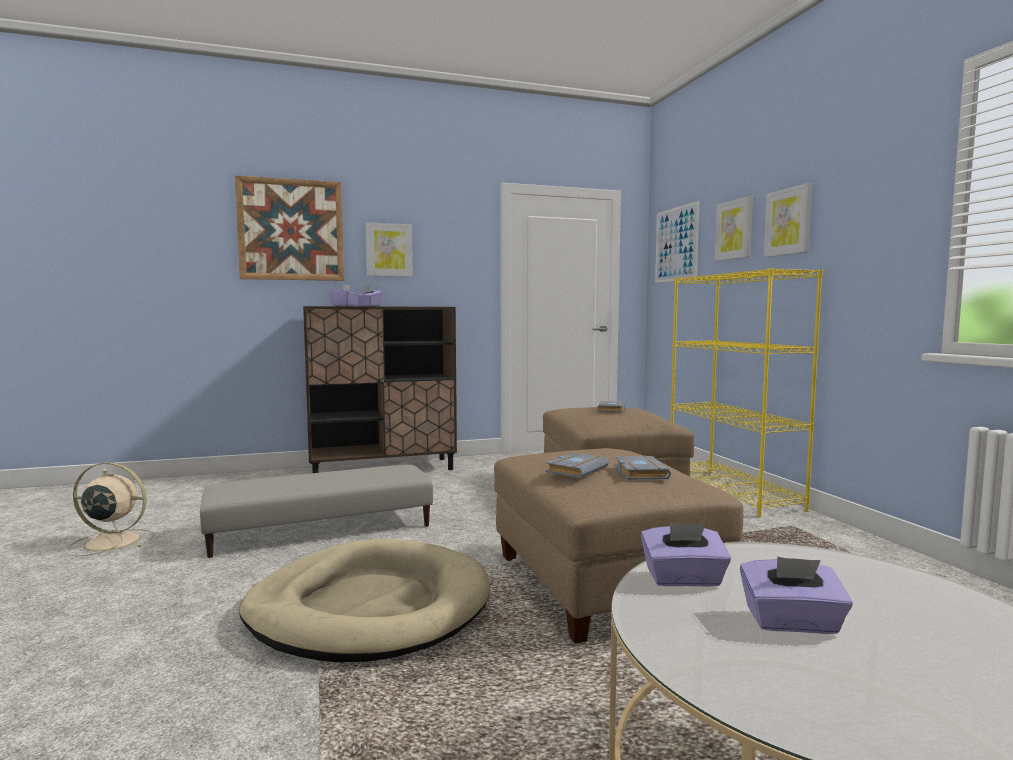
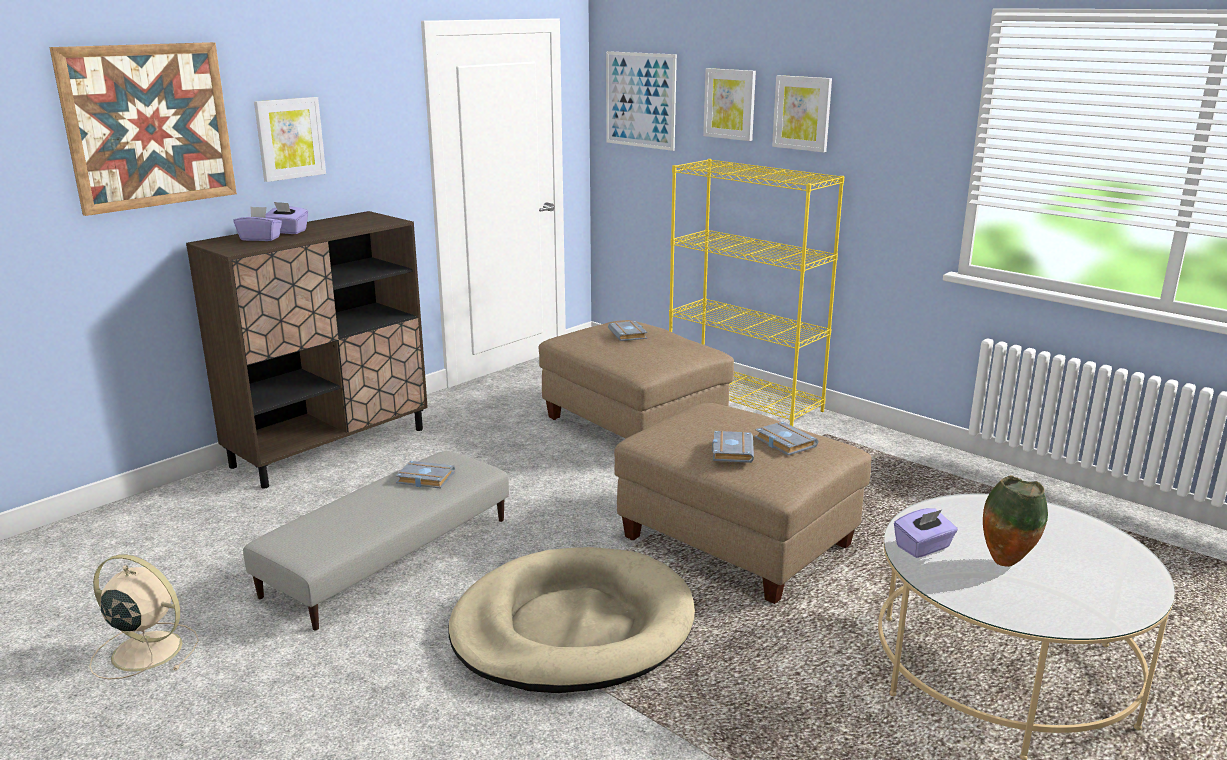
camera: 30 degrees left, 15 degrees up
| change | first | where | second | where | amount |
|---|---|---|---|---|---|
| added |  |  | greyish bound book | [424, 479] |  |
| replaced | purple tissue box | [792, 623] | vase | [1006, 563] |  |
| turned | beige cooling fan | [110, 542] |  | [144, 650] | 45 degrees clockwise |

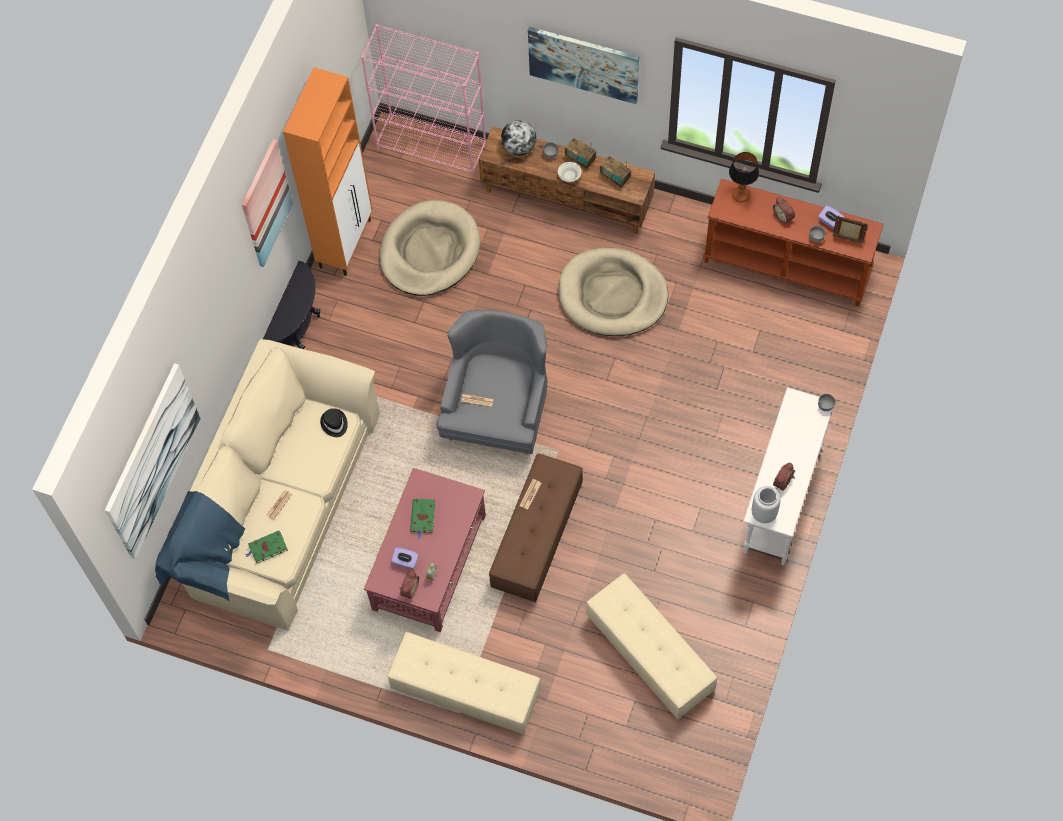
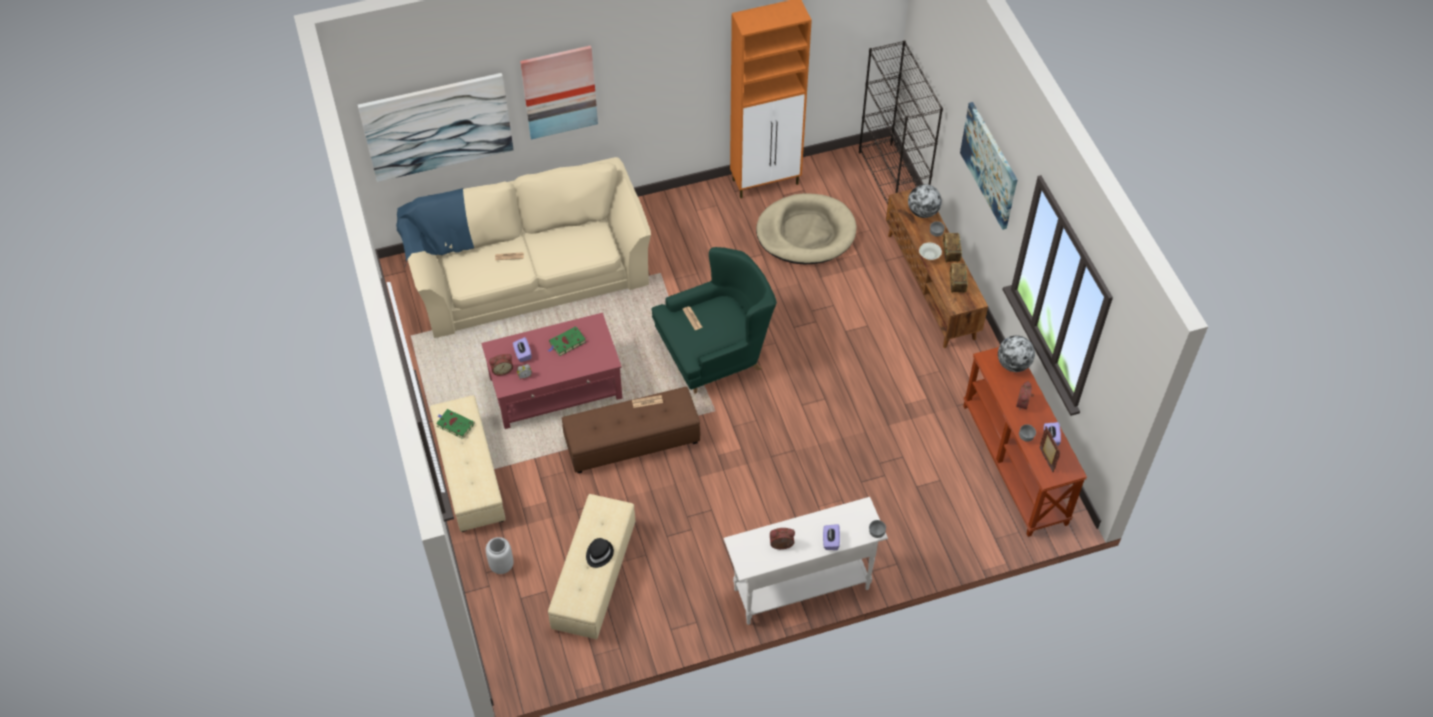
camera: 50 degrees right, 10 degrees down
| change | first | where | second | where | amount |
|---|---|---|---|---|---|
| removed | black end table | [299, 330] |  |  |  |
| removed | beige pet bed | [612, 295] |  |  |  |
| added |  |  | purple tissue box | [830, 541] |  |
| moved | picture | [265, 203] |  | [559, 91] |  |
| moved | green-coloured bound book | [267, 548] |  | [454, 425] |  |
| moved | black hat | [334, 424] |  | [599, 554] |  |
| moved | greyish vase | [764, 512] |  | [502, 565] |  |
| replaced | lamp for a table | [741, 195] | globe | [1013, 364] |  |
| recoloured | pink-coloured bookshelf | [432, 146] | black bookshelf | [892, 181] |  |
| recoloured | greyish easy chair | [498, 409] | green-coloured easy chair | [715, 352] |  |

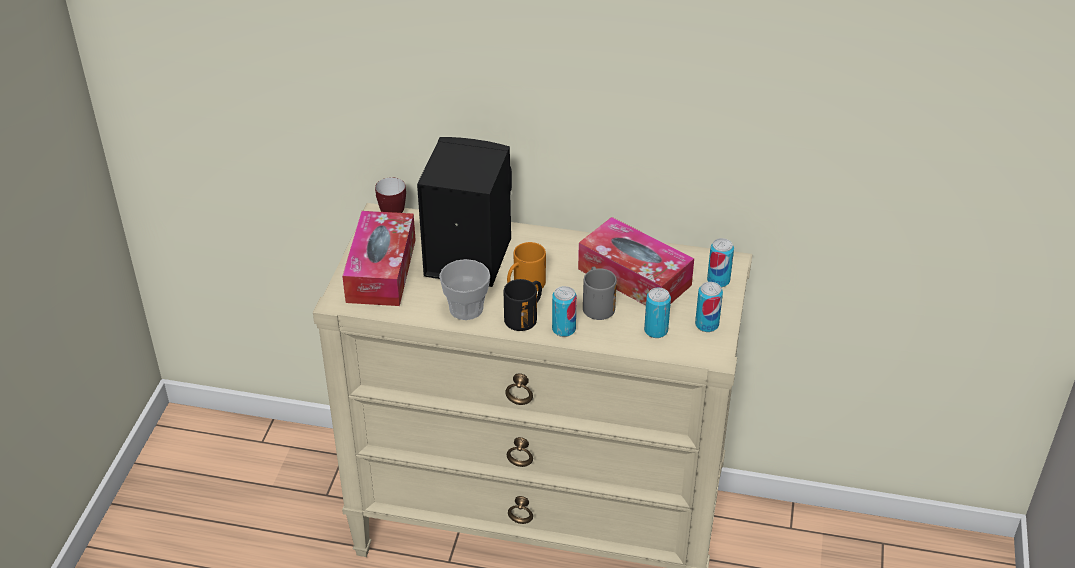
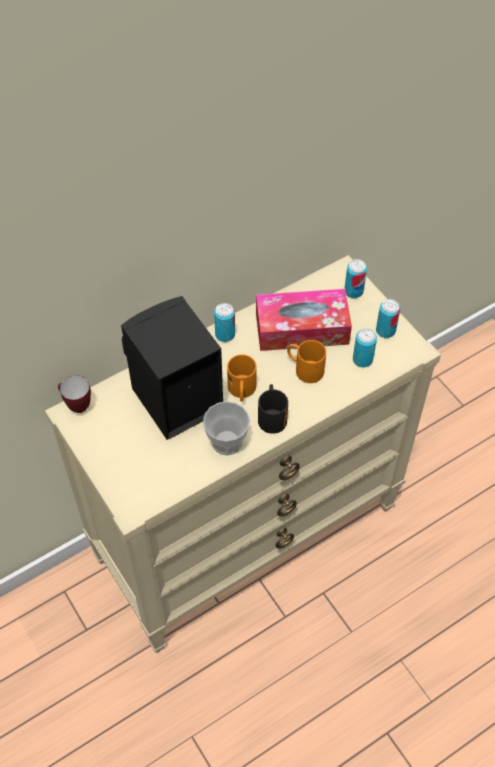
camera: 45 degrees left, 15 degrees up
| change | first | where | second | where | amount |
|---|---|---|---|---|---|
| removed | tissue box | [381, 270] |  |  |  |
| moved | sealed can | [563, 329] |  | [225, 334] |  |
| recoloured | greyish coffee mug | [596, 304] | orange-coloured coffee mug | [304, 369] |  |

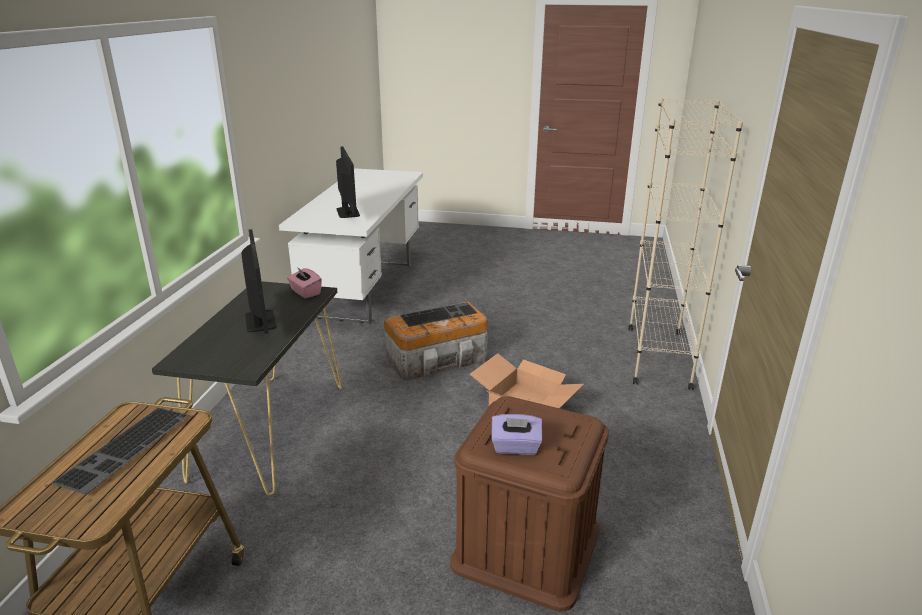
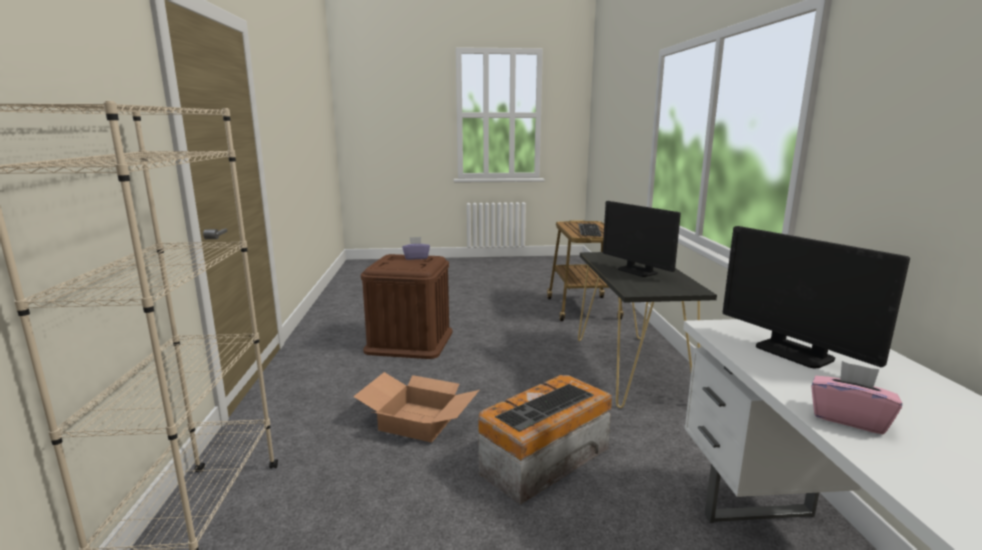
camera: 165 degrees right, 10 degrees down
| change | first | where | second | where | amount |
|---|---|---|---|---|---|
| moved | pink-coloured tissue box | [305, 292] |  | [849, 418] |  |

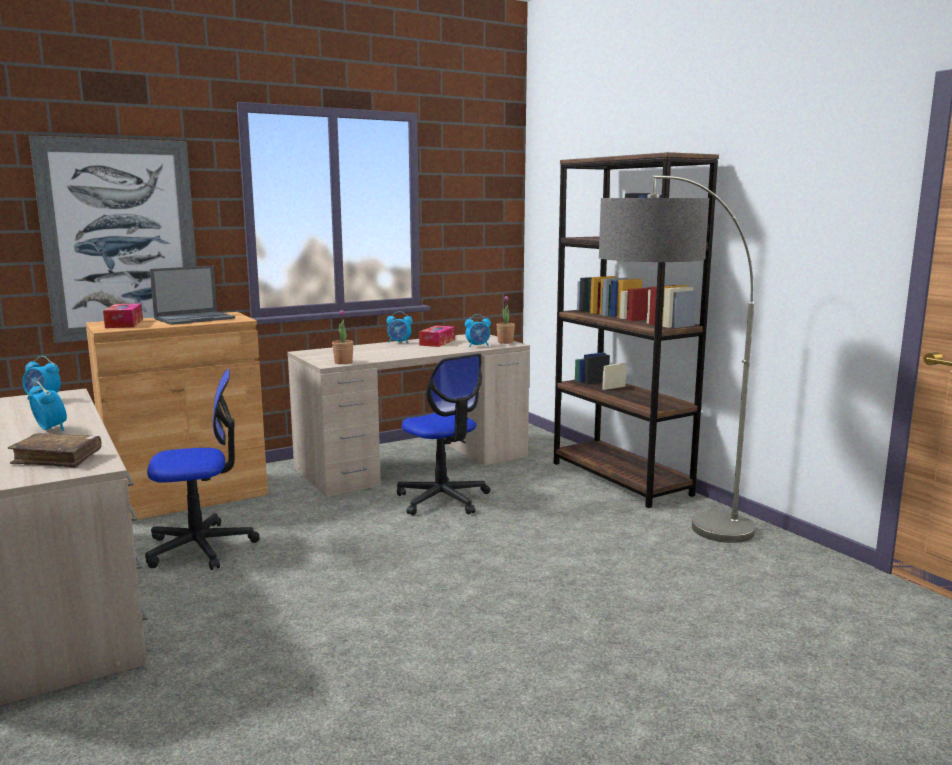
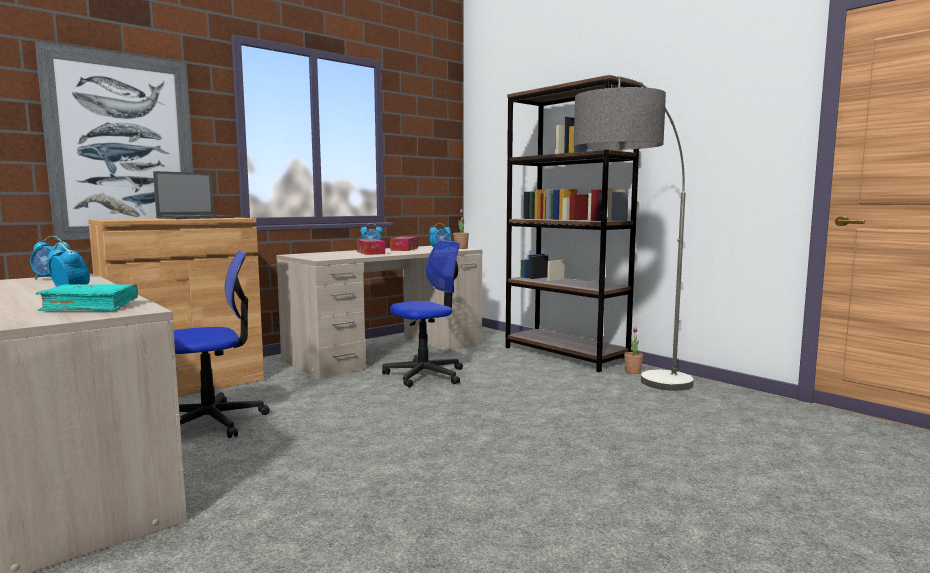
camera: 10 degrees left, 5 degrees down
| change | first | where | second | where | amount |
|---|---|---|---|---|---|
| moved | tissue box | [124, 323] |  | [370, 253] |  |
| moved | potted plant | [343, 362] |  | [633, 372] |  |
| recoloured | brownish bound book | [57, 459] | blue-green bound book | [90, 307] |  |
| turned | desk chair | [443, 499] |  | [425, 375] | 75 degrees counterclockwise |

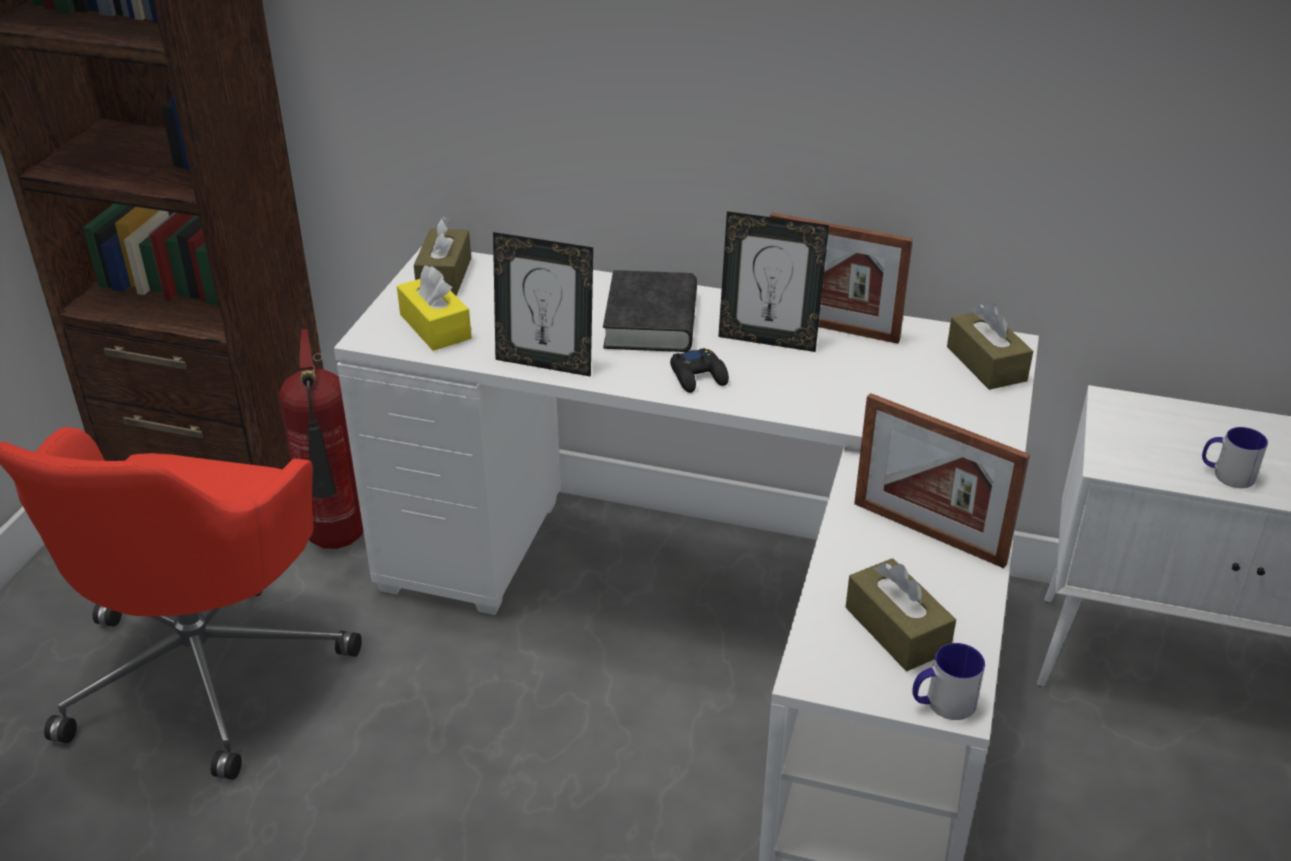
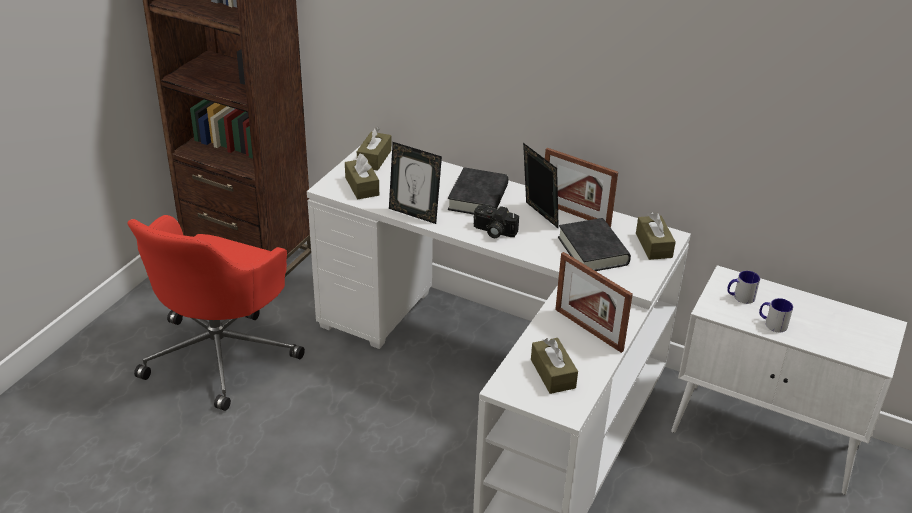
camera: 10 degrees right, 0 degrees up
| change | first | where | second | where | amount |
|---|---|---|---|---|---|
| removed | extinguisher | [338, 542] |  |  |  |
| added |  |  | black bound book | [593, 251] |  |
| moved | coffee mug | [942, 703] |  | [740, 297] |  |
| replaced | black joypad | [699, 376] | photo camera | [493, 231] |  |
| recoloured | yellowish tissue box | [435, 326] | brownish tissue box | [362, 186] |  |
| turned | standing frame | [768, 340] |  | [538, 216] | 150 degrees counterclockwise |

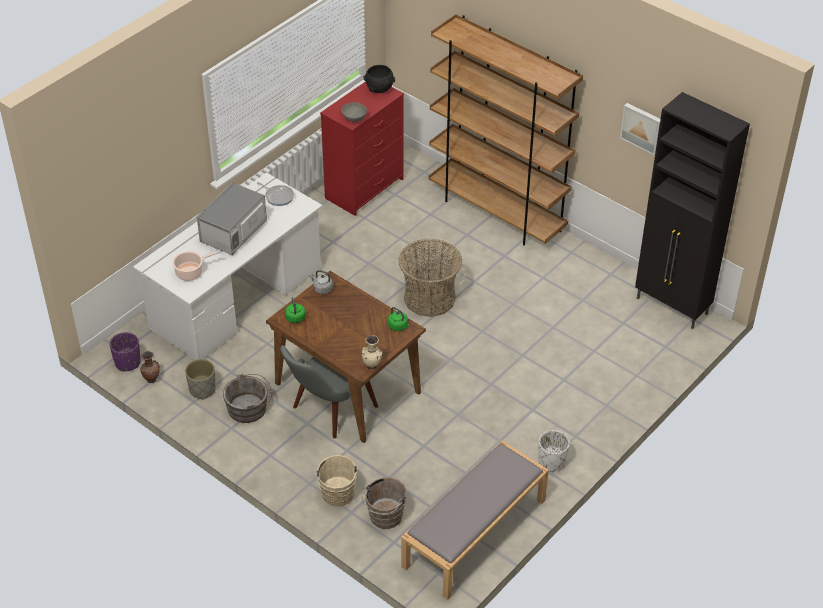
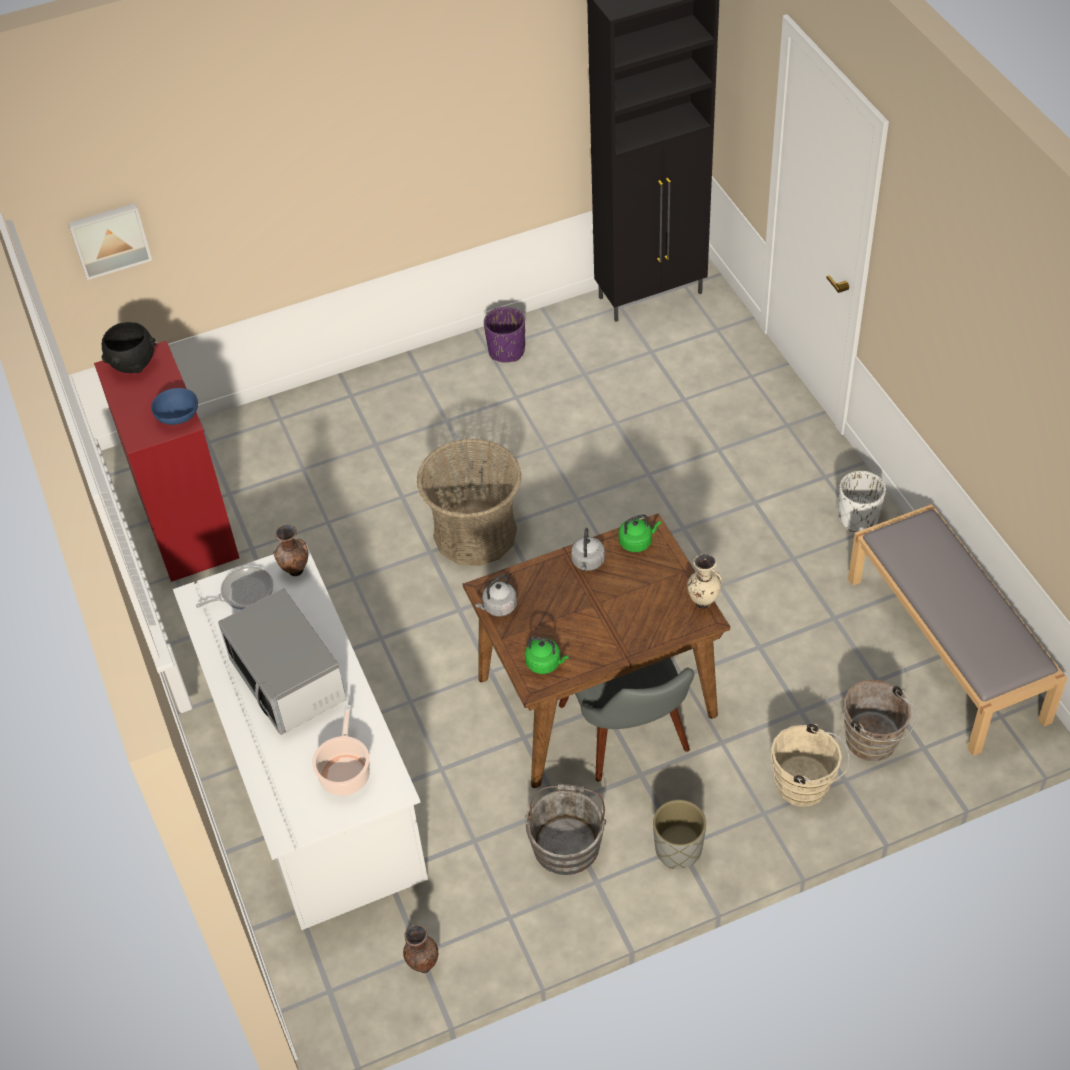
camera: 60 degrees left, 5 degrees up
| change | first | where | second | where | amount |
|---|---|---|---|---|---|
| removed | brownish bookshelf | [497, 213] |  |  |  |
| added |  |  | brownish vase | [295, 572] |  |
| added |  |  | greyish kettle | [588, 562] |  |
| moved | purple flower pot | [127, 362] |  | [506, 351] |  |
| moved | greyish flower pot | [202, 390] |  | [678, 850] |  |
| moved | picture | [642, 127] |  | [109, 239] |  |
| recoloured | greyish deep dish | [354, 118] | blue-coloured deep dish | [178, 417] |  |

